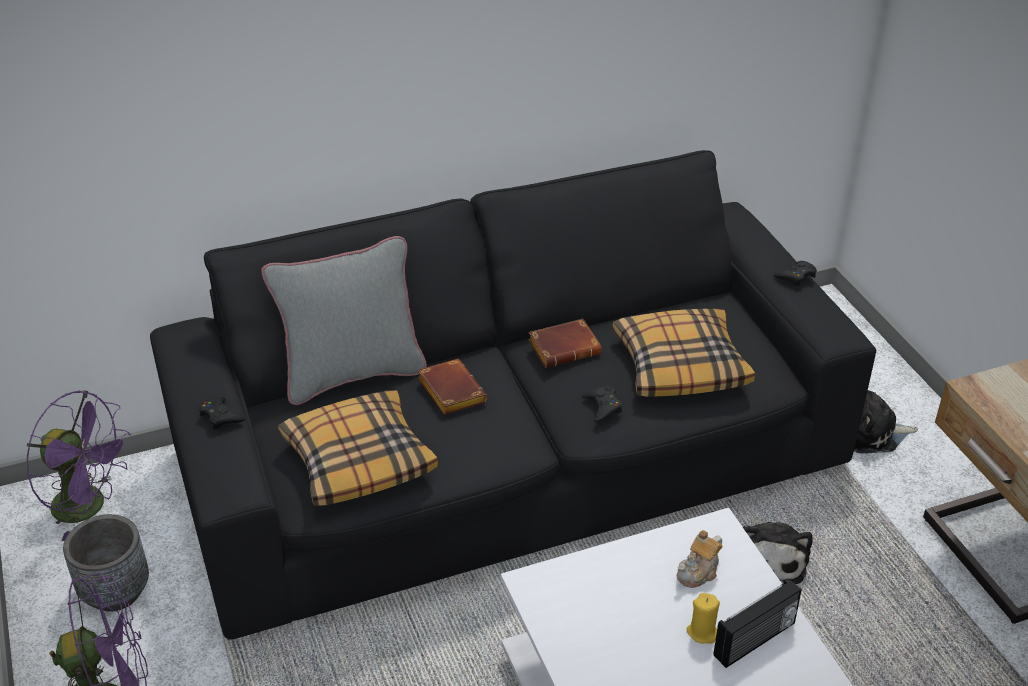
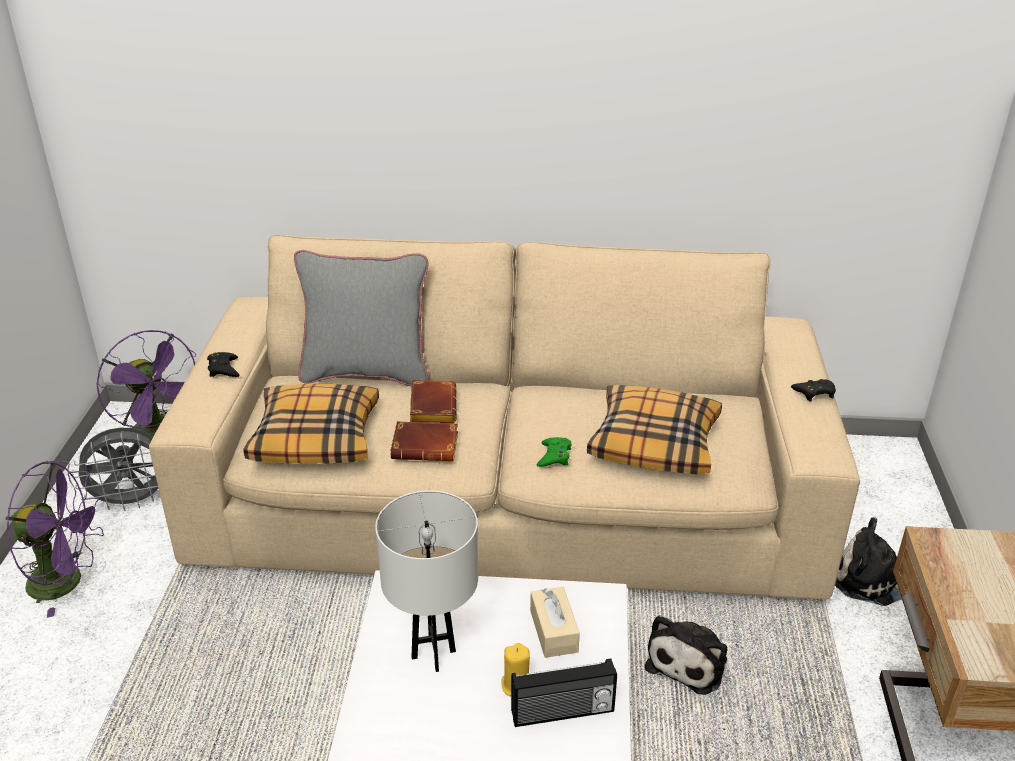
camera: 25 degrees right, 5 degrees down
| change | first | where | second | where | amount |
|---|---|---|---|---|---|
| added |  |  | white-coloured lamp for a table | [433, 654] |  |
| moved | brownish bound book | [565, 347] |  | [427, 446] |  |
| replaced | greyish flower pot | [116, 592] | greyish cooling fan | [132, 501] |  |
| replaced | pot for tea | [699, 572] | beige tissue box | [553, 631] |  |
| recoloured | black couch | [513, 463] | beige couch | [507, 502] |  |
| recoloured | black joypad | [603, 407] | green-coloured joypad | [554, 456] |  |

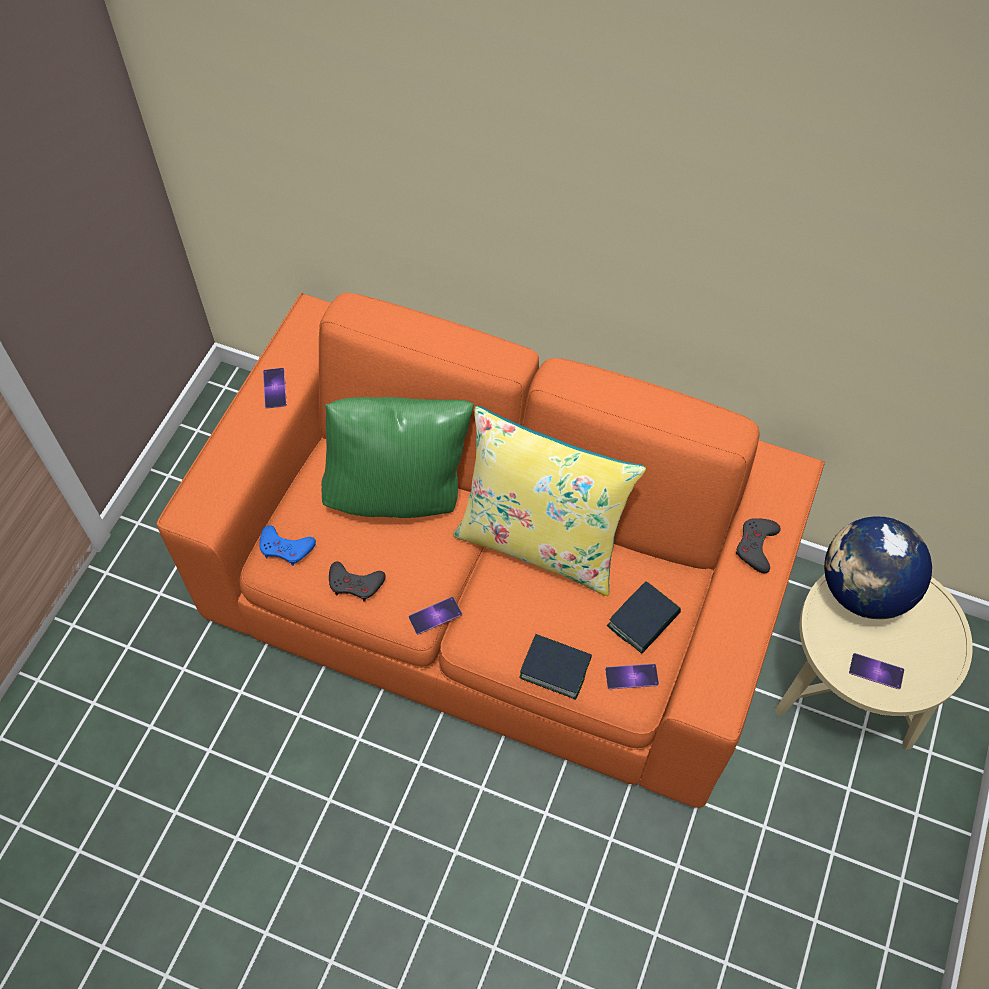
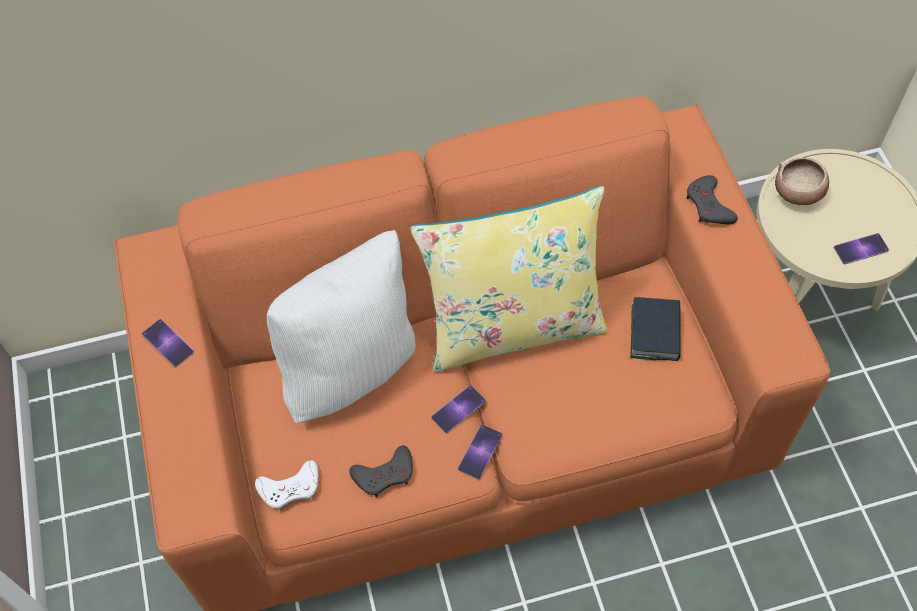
camera: 35 degrees left, 0 degrees up
| change | first | where | second | where | amount |
|---|---|---|---|---|---|
| removed | bound book | [555, 668] |  |  |  |
| moved | handset | [631, 676] |  | [458, 409] |  |
| replaced | globe | [863, 590] | deep dish | [798, 192] |  |
| recoloured | blue-coloured joypad | [286, 548] | white-coloured joypad | [290, 488] |  |
| recoloured | green-coloured cushion | [399, 493] | white-coloured cushion | [351, 367] |  |

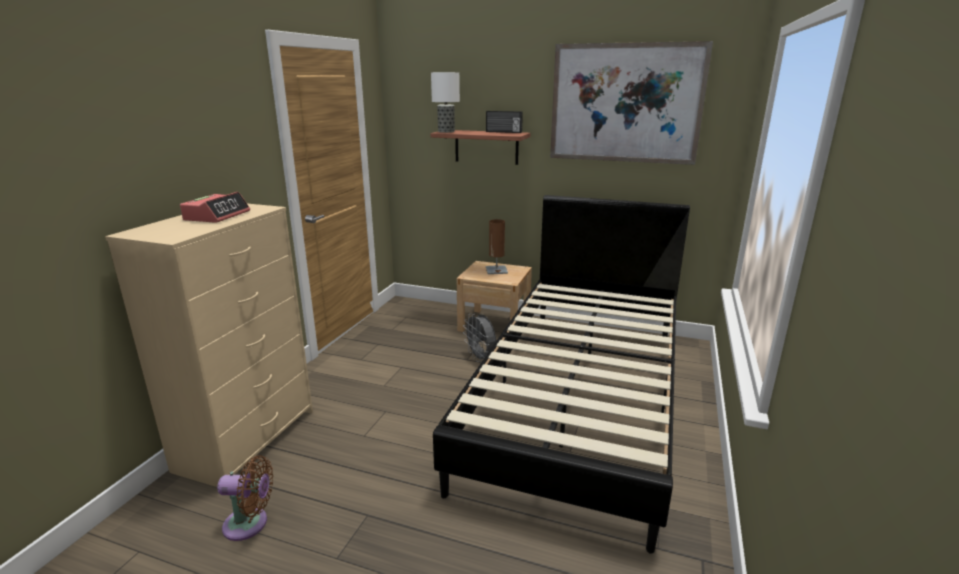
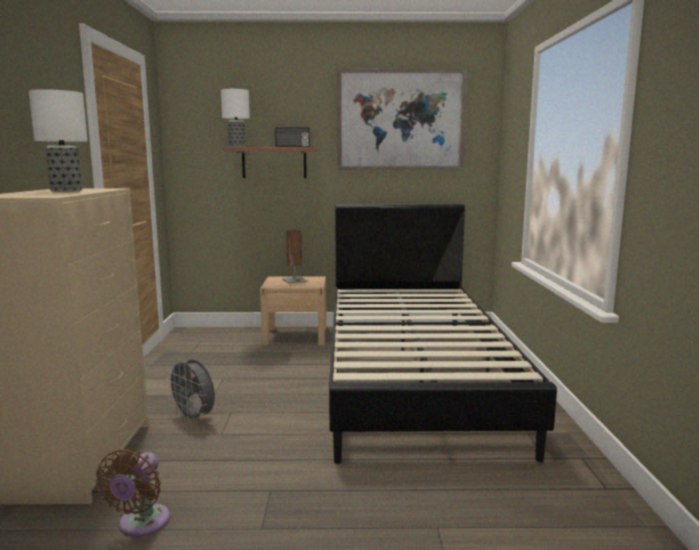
camera: 20 degrees left, 10 degrees down
| change | first | where | second | where | amount |
|---|---|---|---|---|---|
| moved | greyish cooling fan | [481, 358] |  | [194, 418] |  |
| replaced | alarm clock | [217, 216] | lamp for a table | [66, 191] |  |
| turned | brownish cooling fan | [250, 524] |  | [141, 524] | 120 degrees clockwise |

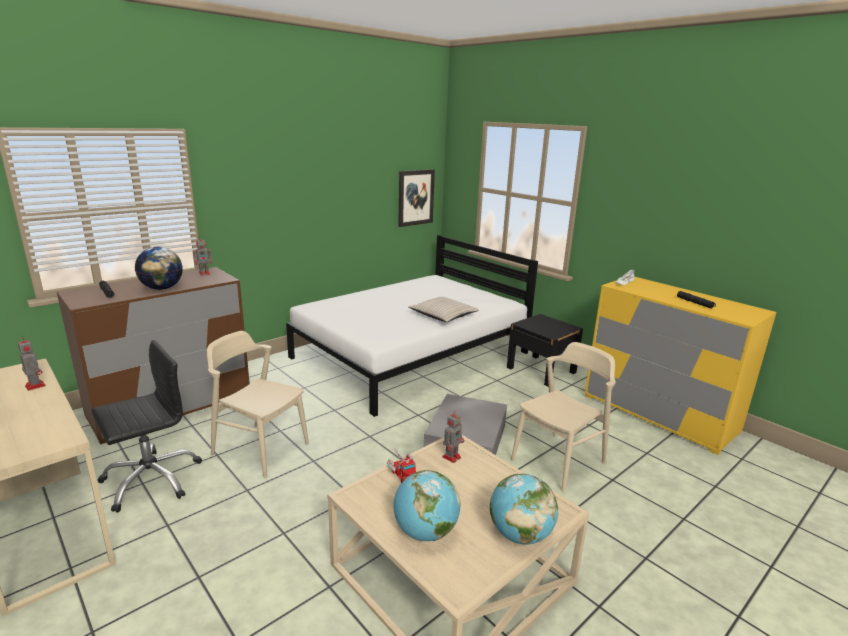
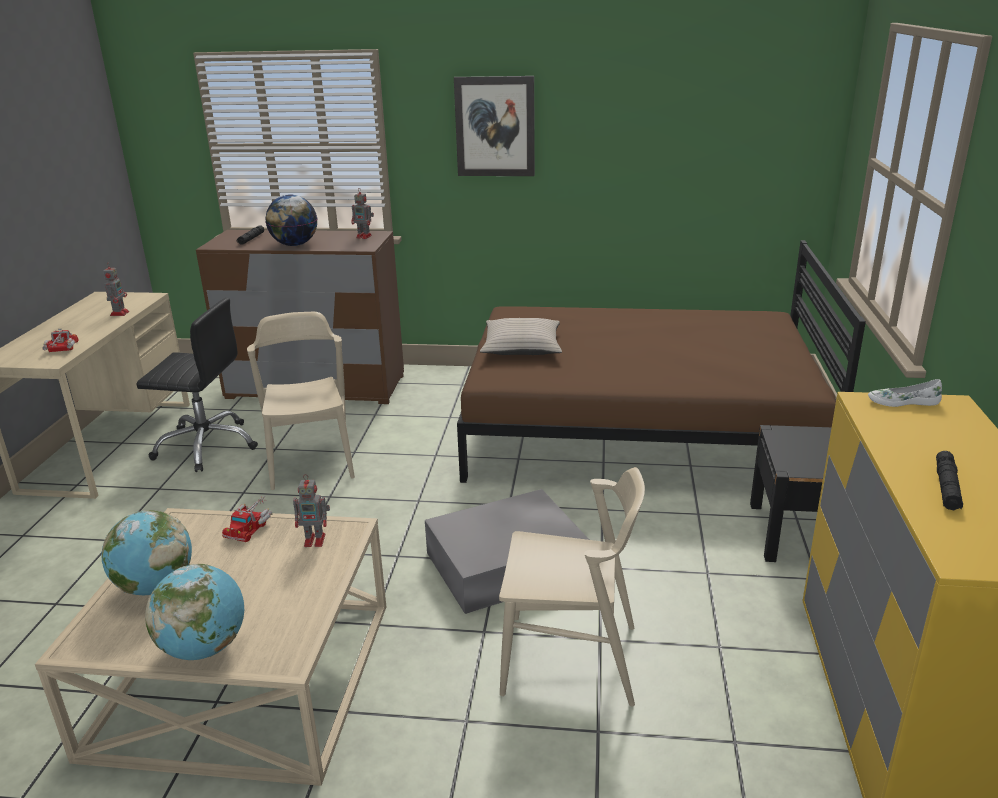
camera: 50 degrees right, 5 degrees up
| change | first | where | second | where | amount |
|---|---|---|---|---|---|
| added |  |  | toy truck | [62, 349] |  |
| moved | picture | [415, 197] |  | [495, 126] |  |
| moved | beige cushion | [443, 315] |  | [522, 347] |  |
| recoloured | white-coloured bed | [411, 355] | brownish bed | [638, 429] |  |

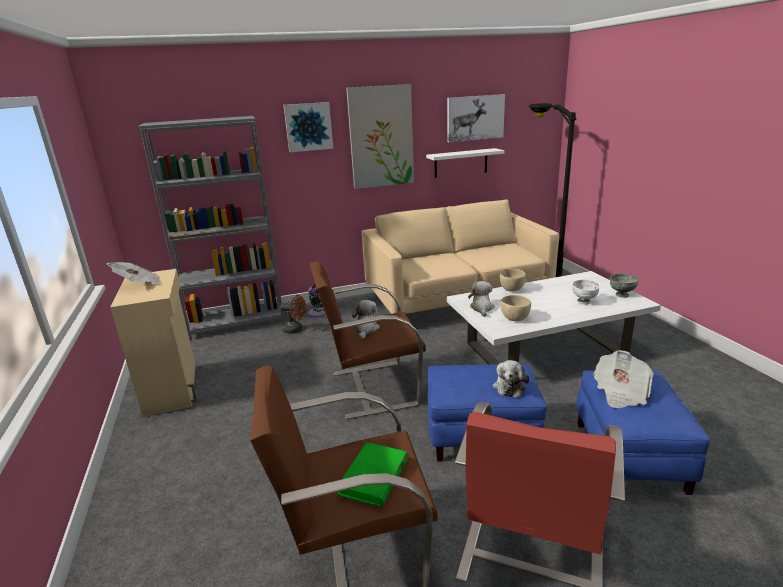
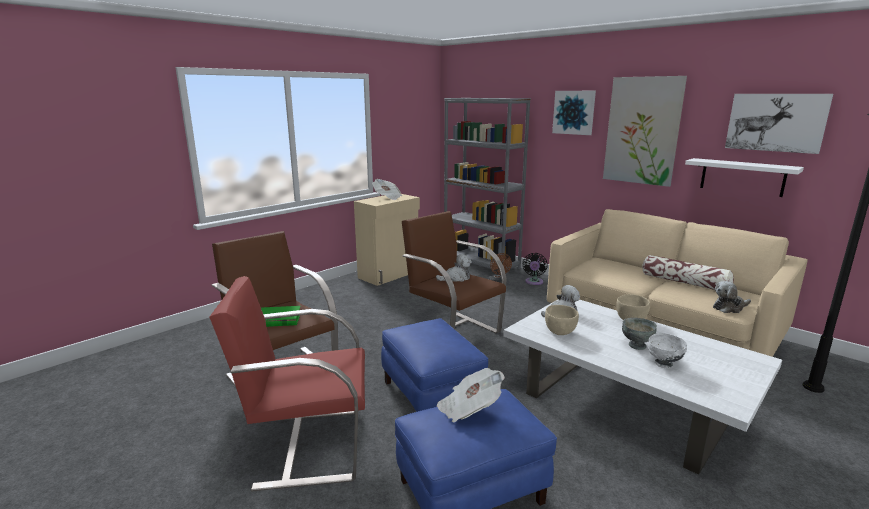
camera: 60 degrees right, 5 degrees down
| change | first | where | second | where | amount |
|---|---|---|---|---|---|
| added |  |  | cushion | [684, 282] |  |
| moved | cuddly toy | [509, 386] |  | [729, 308] |  |
| moved | greyish deep dish | [621, 295] |  | [636, 345] |  |

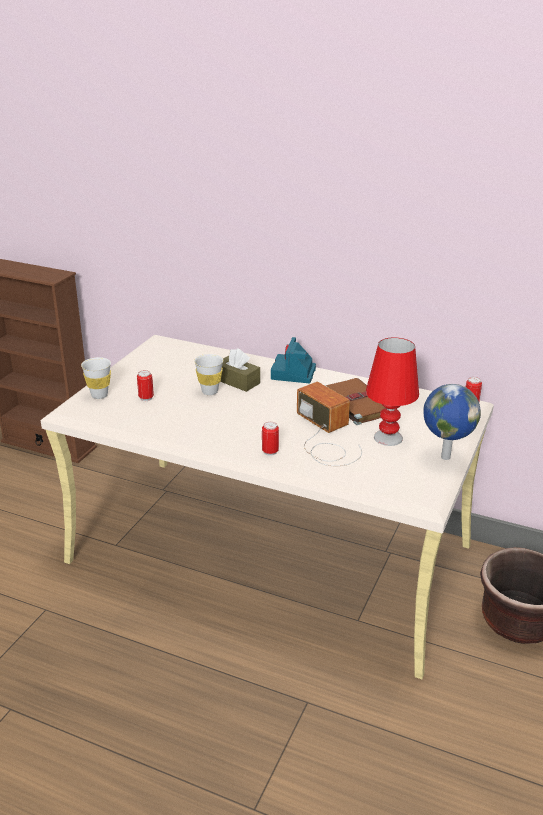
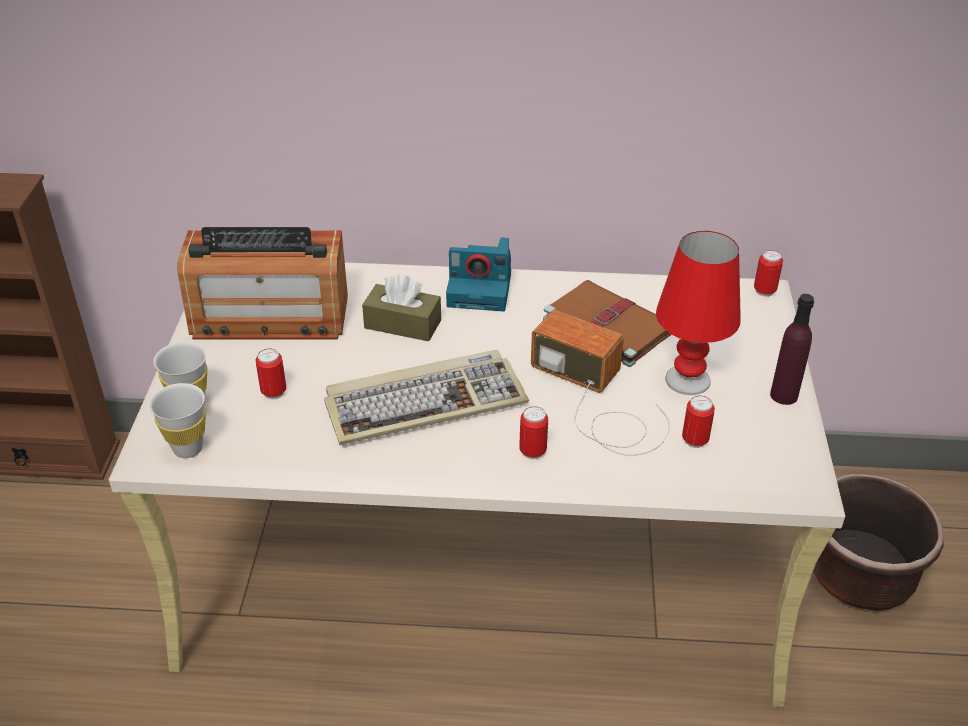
camera: 20 degrees left, 10 degrees up
| change | first | where | second | where | amount |
|---|---|---|---|---|---|
| added |  |  | radio receiver | [270, 317] |  |
| added |  |  | keyboard | [425, 401] |  |
| added |  |  | sealed can | [695, 440] |  |
| moved | white-coloured drinking cup | [209, 391] |  | [188, 448] |  |
| replaced | globe | [444, 457] | purple bottle | [784, 395] |  |
| turned | photo camera | [293, 374] |  | [481, 290] | 75 degrees counterclockwise |

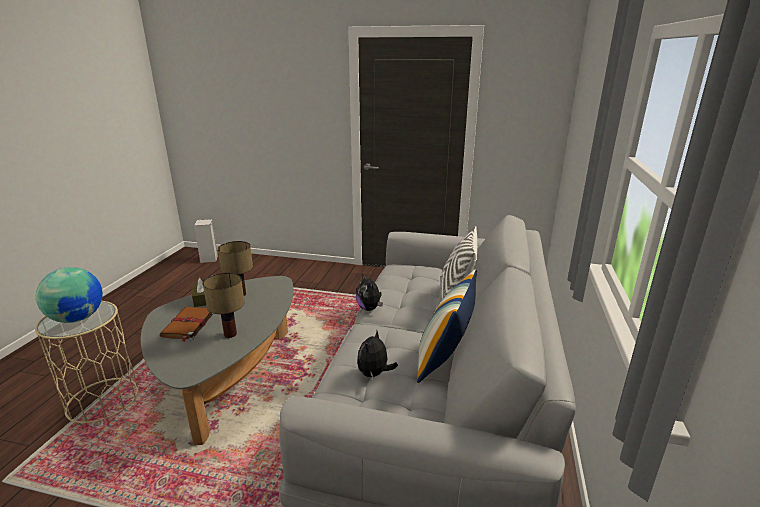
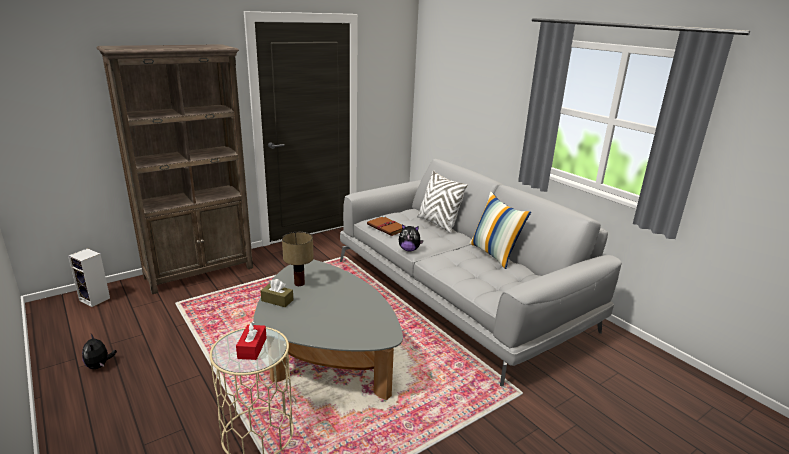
camera: 50 degrees left, 0 degrees up
| change | first | where | second | where | amount |
|---|---|---|---|---|---|
| removed | lamp for a table | [230, 334] |  |  |  |
| added |  |  | brownish bookshelf | [200, 272] |  |
| moved | brownish bound book | [188, 325] |  | [387, 228] |  |
| moved | cuddly toy | [374, 374] |  | [99, 365] |  |
| replaced | globe | [77, 318] | red-coloured tissue box | [252, 348] |  |

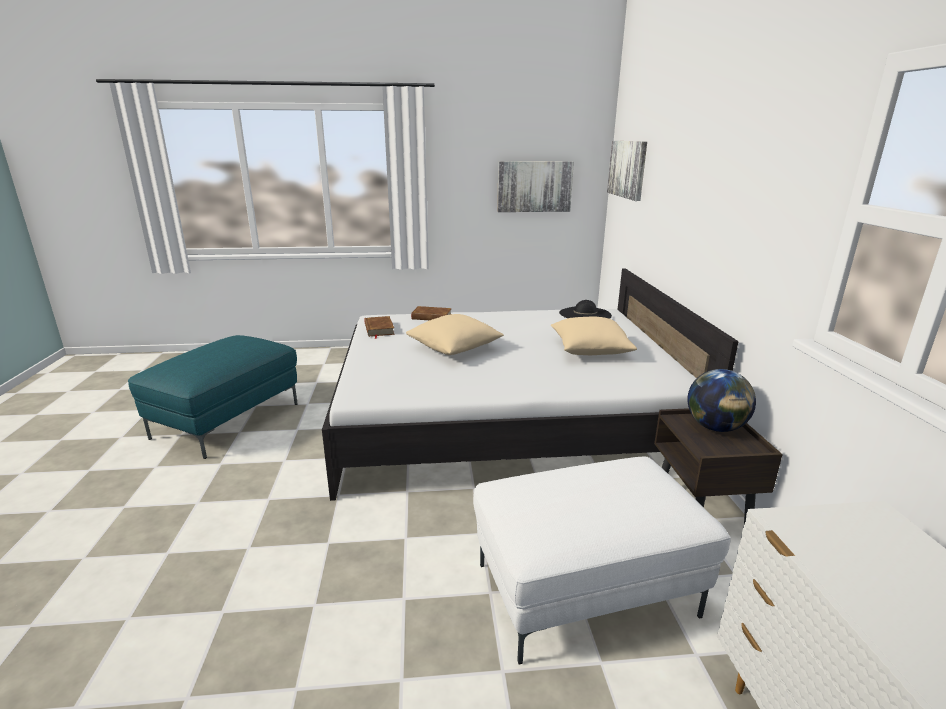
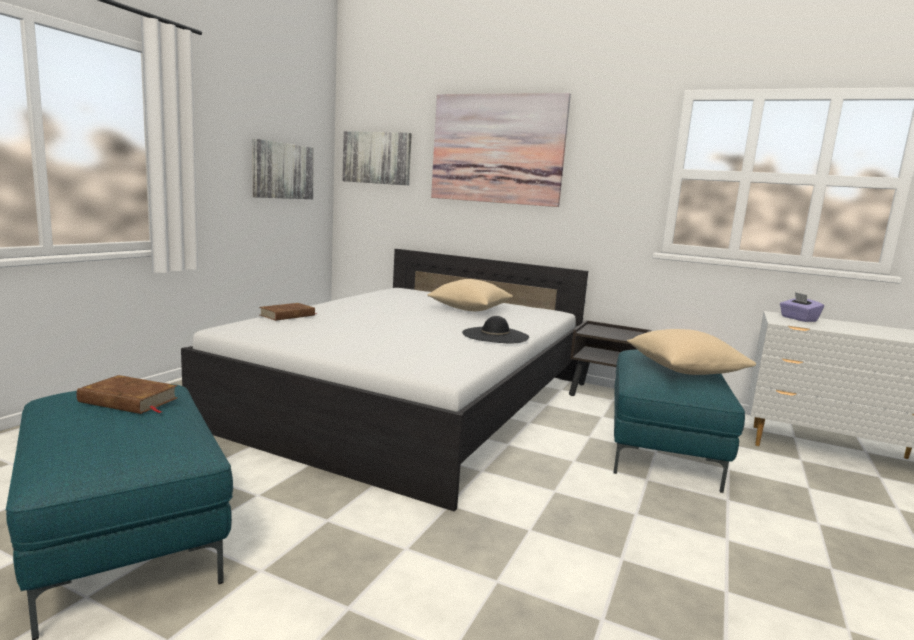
camera: 60 degrees left, 10 degrees down
| change | first | where | second | where | amount |
|---|---|---|---|---|---|
| removed | globe | [715, 427] |  |  |  |
| added |  |  | picture | [497, 149] |  |
| added |  |  | purple tissue box | [798, 319] |  |
| moved | brownish bound book | [379, 329] |  | [128, 400] |  |
| moved | beige cushion | [455, 348] |  | [684, 369] |  |
| moved | black hat | [585, 314] |  | [495, 335] |  |
| recoloured | white-coloured footrest | [585, 591] | blue-green footrest | [663, 451] |  |

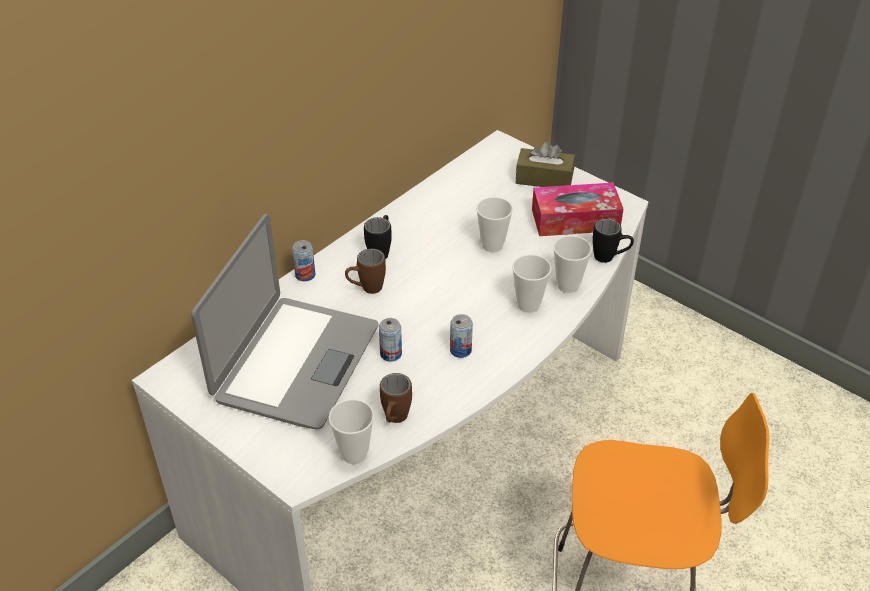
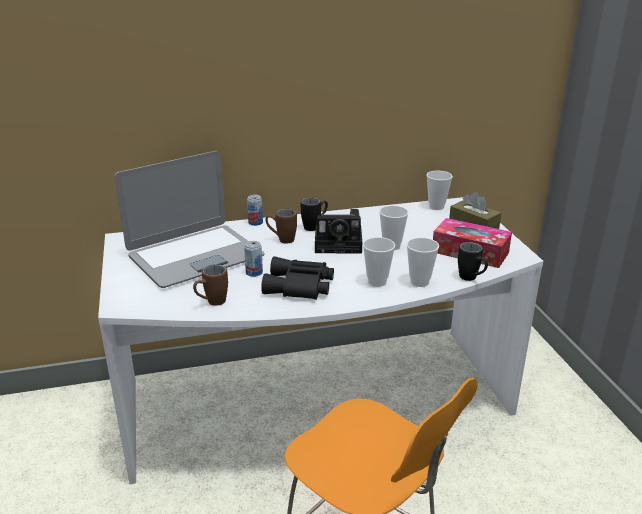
camera: 35 degrees right, 15 degrees down
| change | first | where | second | where | amount |
|---|---|---|---|---|---|
| added |  |  | photo camera | [340, 244] |  |
| moved | drinking cup | [354, 454] |  | [436, 207] |  |
| replaced | sealed can | [460, 350] | black binoculars | [300, 287] |  |

